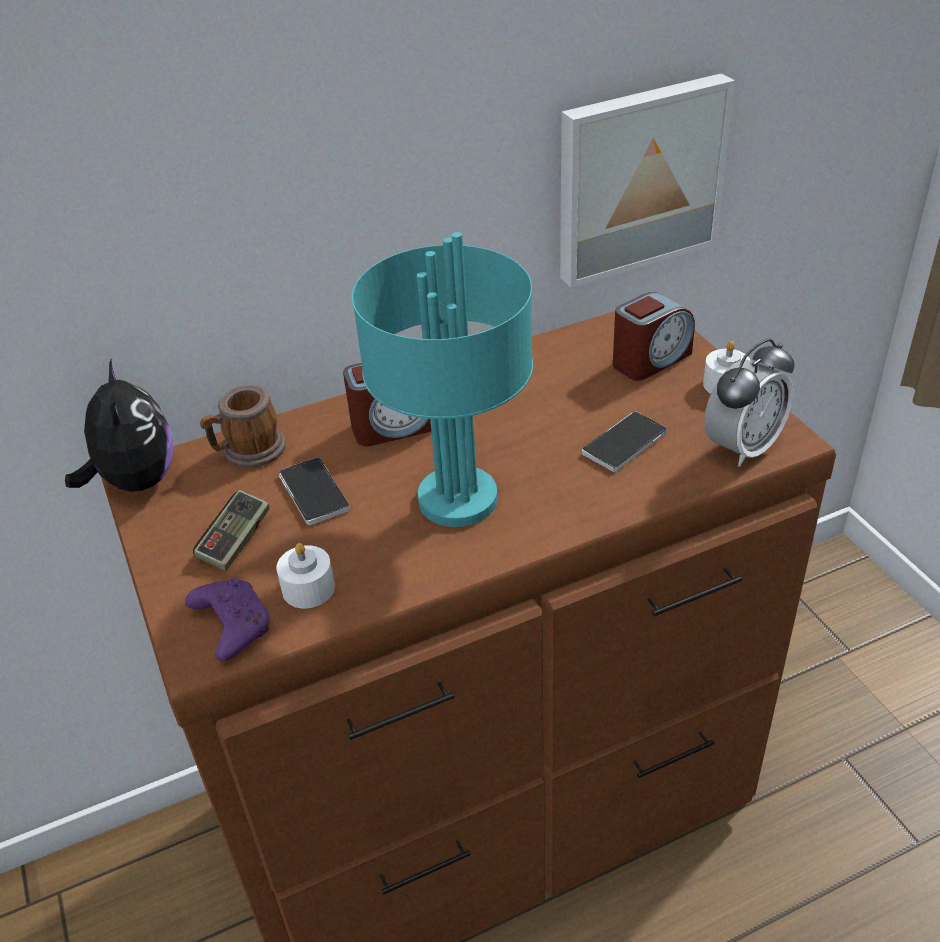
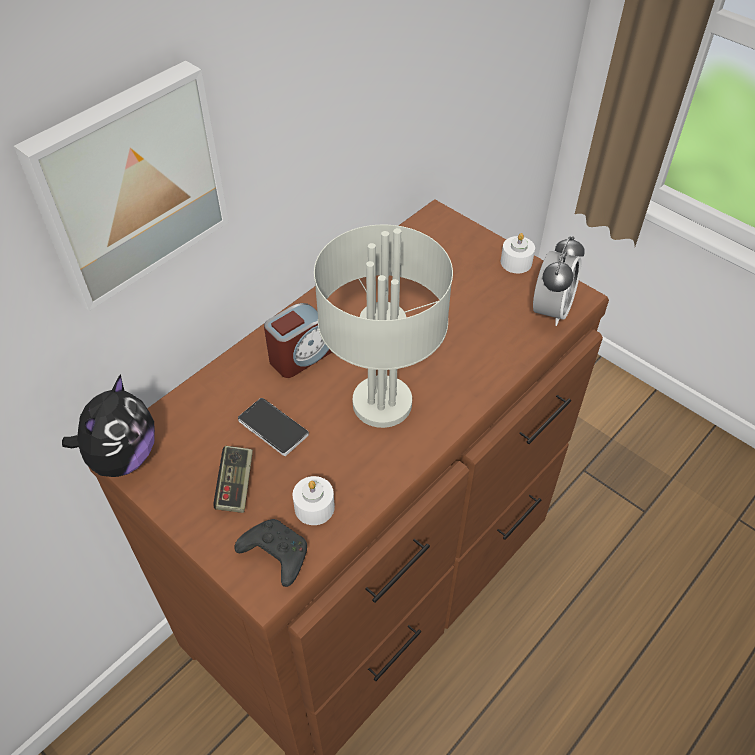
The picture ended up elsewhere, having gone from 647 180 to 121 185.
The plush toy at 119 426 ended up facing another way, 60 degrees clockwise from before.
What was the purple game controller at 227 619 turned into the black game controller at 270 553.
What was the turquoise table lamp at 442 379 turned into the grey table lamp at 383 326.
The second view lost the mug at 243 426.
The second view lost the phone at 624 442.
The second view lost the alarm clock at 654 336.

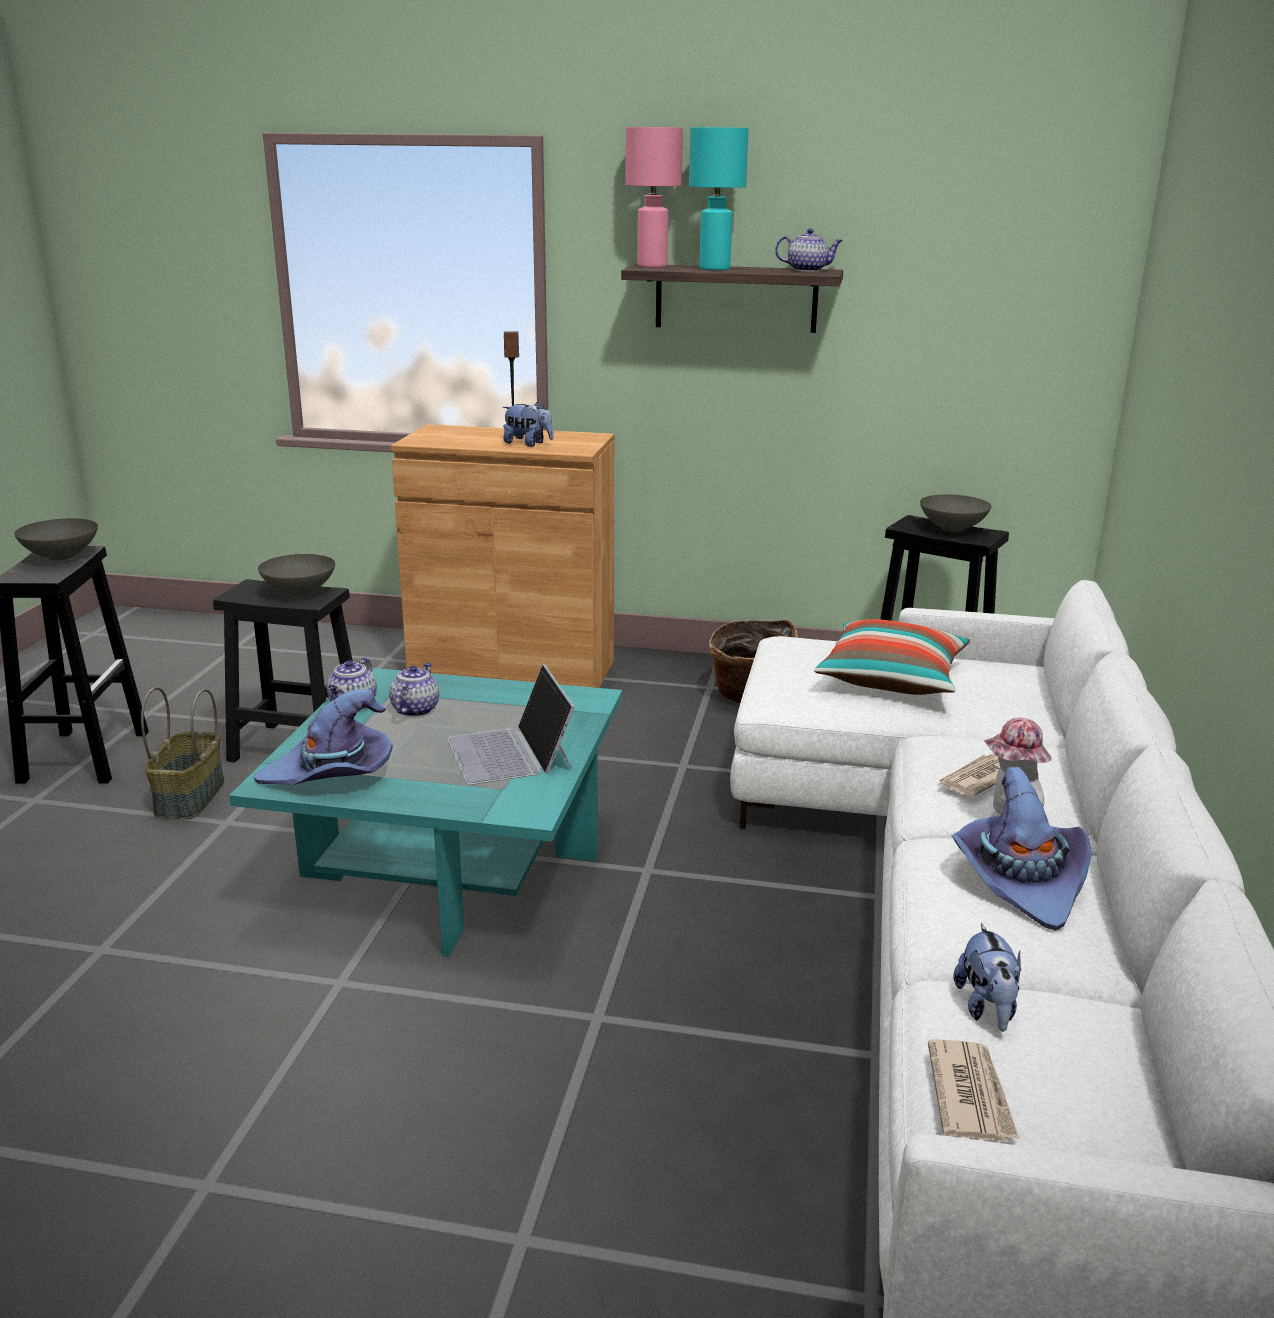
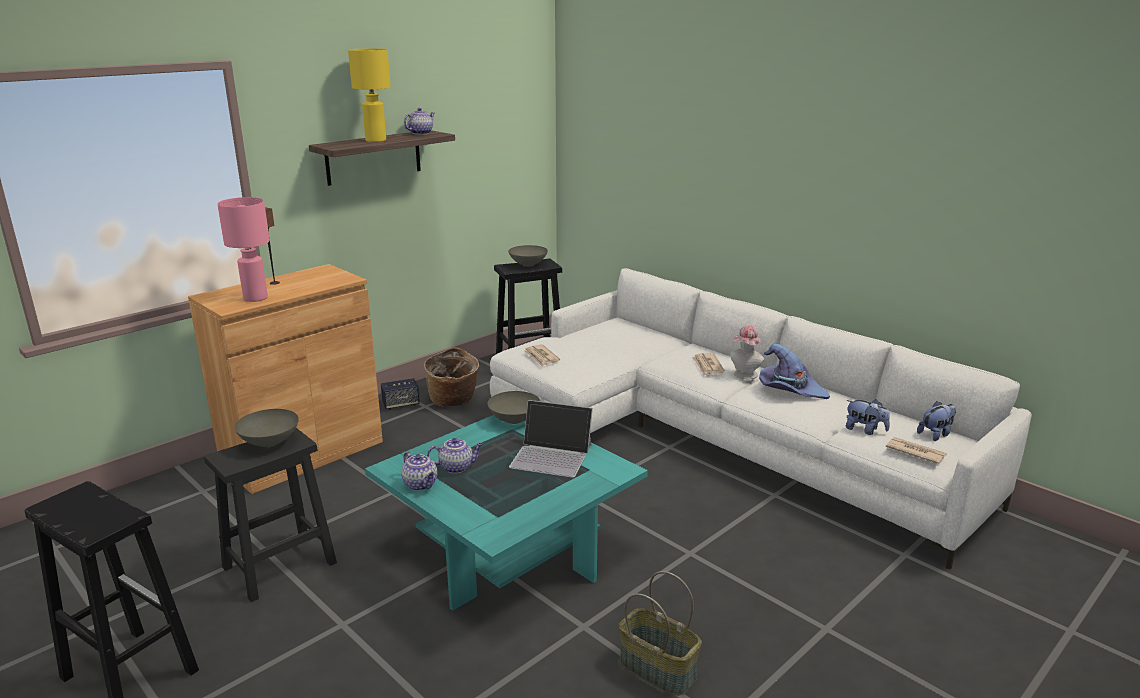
The pink table lamp ended up elsewhere, having gone from 654 197 to 243 249.
What was the turquoise table lamp at 719 198 turned into the yellow table lamp at 369 95.
The second view gained the speaker at 400 394.
The teapot at 414 690 ended up facing another way, 120 degrees clockwise from before.
The grey bowl ended up elsewhere, having gone from 56 539 to 513 407.
The second view gained the newspaper at 542 355.
The basket ended up elsewhere, having gone from 182 753 to 660 633.
The plush toy ended up elsewhere, having gone from 528 424 to 936 421.
The second view lost the purple hat at 323 737.
The second view lost the pillow at 892 657.

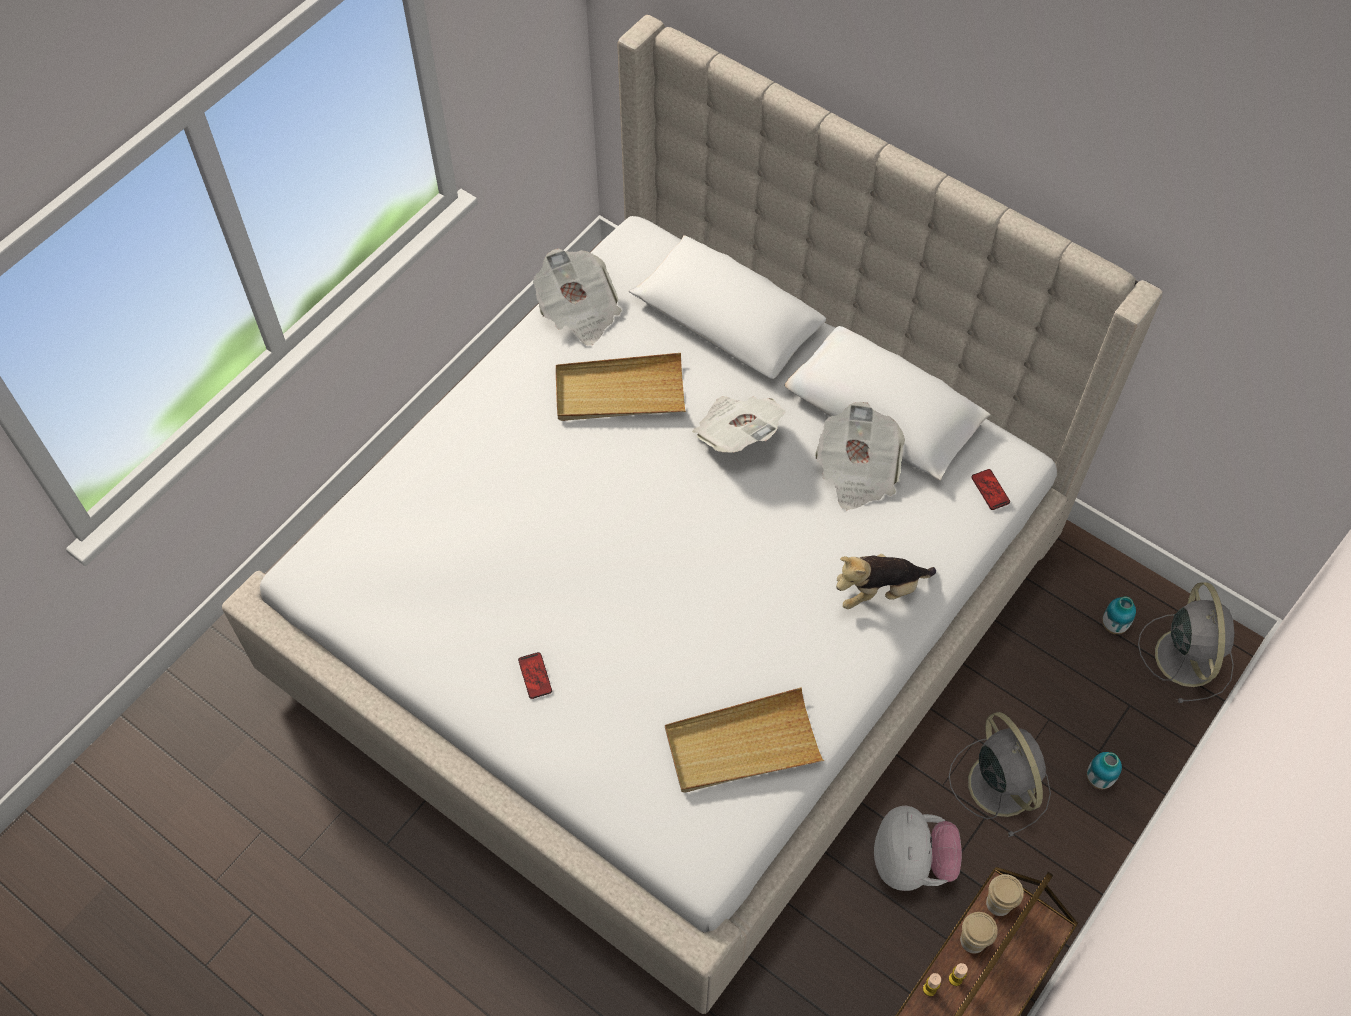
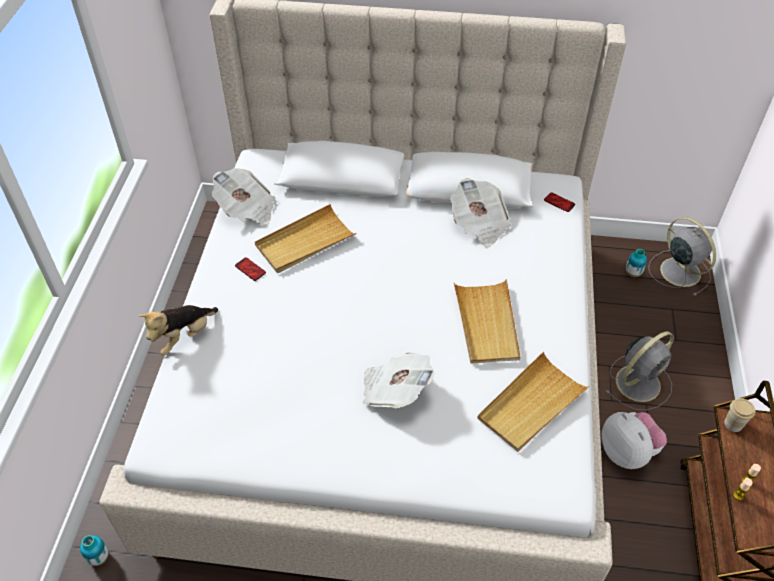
The vase ended up elsewhere, having gone from 1104 770 to 94 550.
The plush toy ended up elsewhere, having gone from 886 581 to 179 330.
The phone ended up elsewhere, having gone from 535 675 to 250 269.
The newspaper ended up elsewhere, having gone from 738 424 to 398 380.
The second view gained the beige tray at 487 321.
The grey fan at 1000 774 ended up facing another way, 105 degrees clockwise from before.
The second view lost the cup at 979 933.

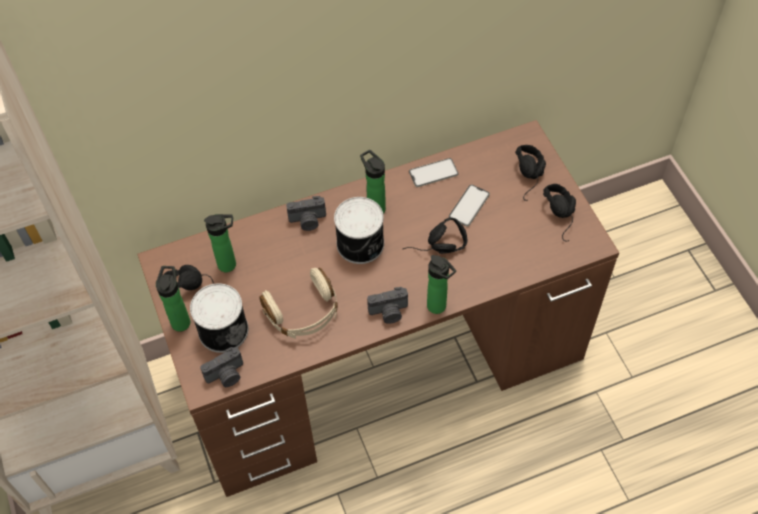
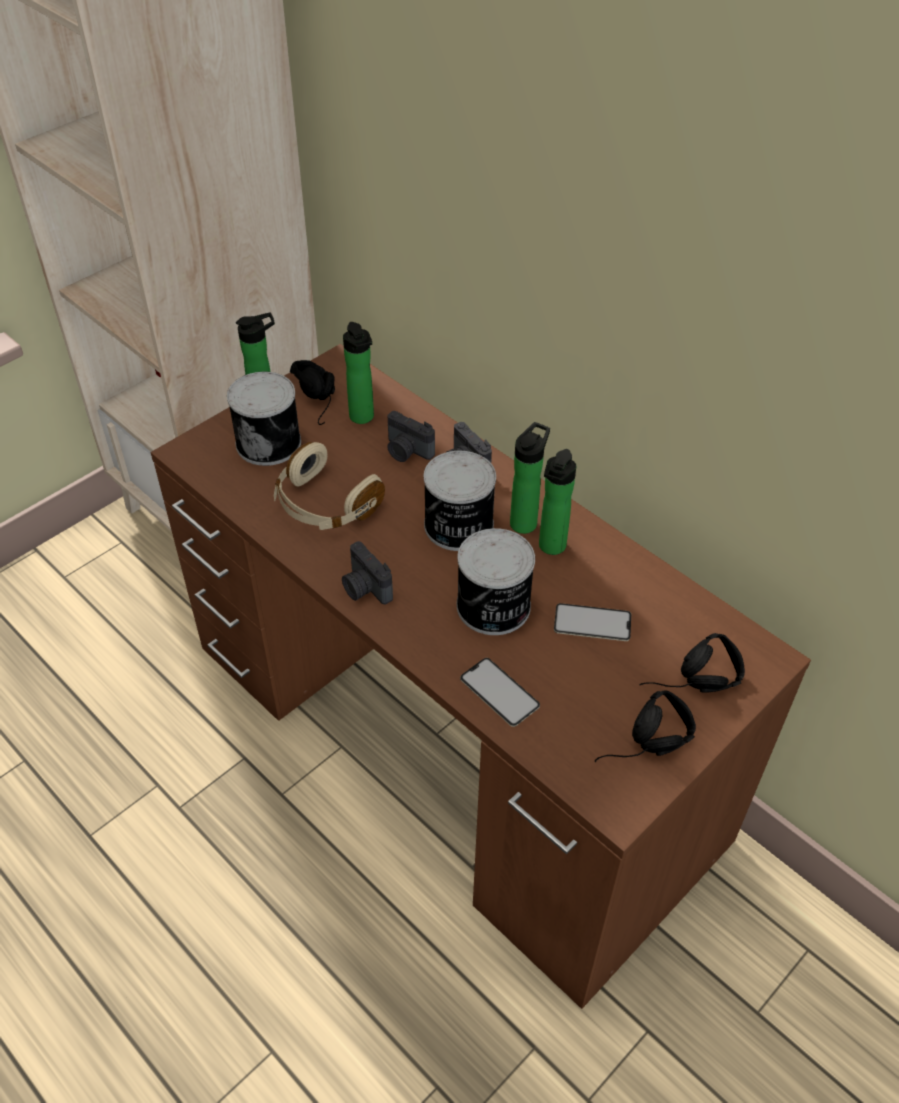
The photo camera ended up elsewhere, having gone from 221 367 to 411 436.
Where the black headphones stood at 435 236, the can came to stand at 496 581.
The phone ended up elsewhere, having gone from 434 172 to 500 692.
The bottle ended up elsewhere, having gone from 441 284 to 557 502.

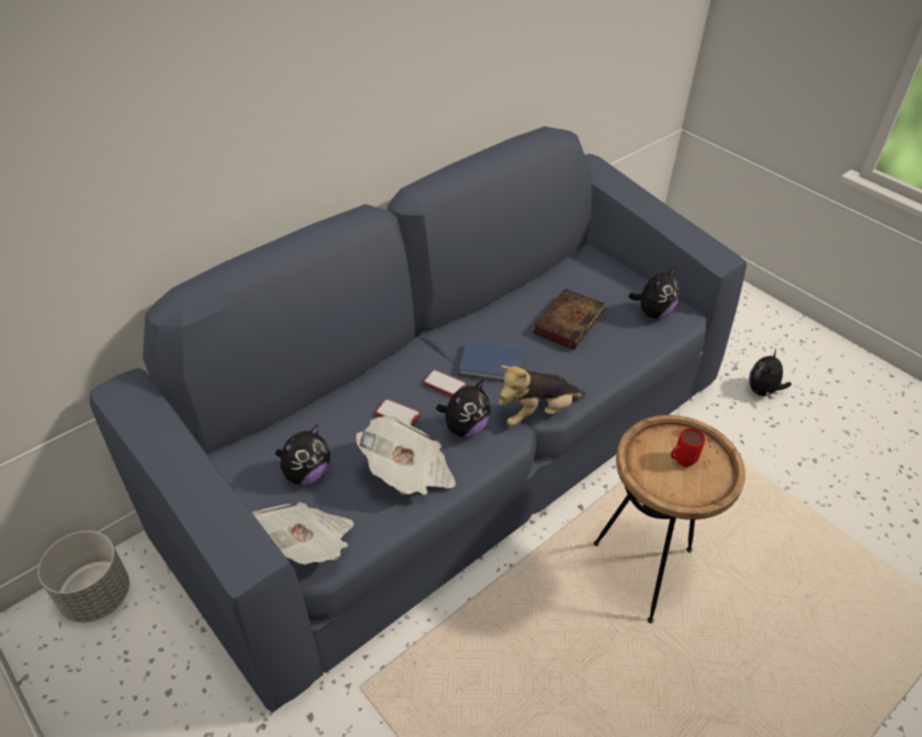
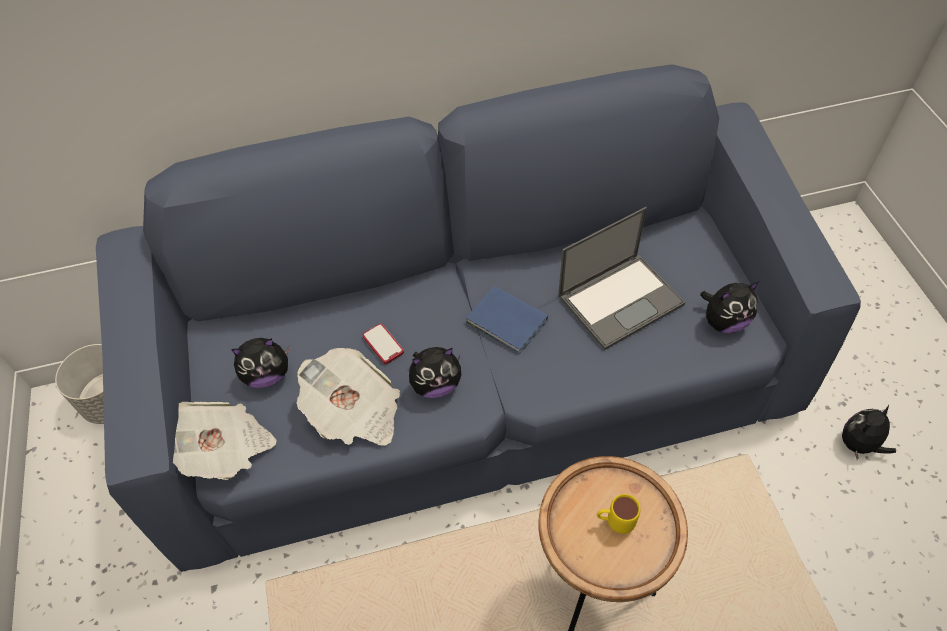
Where the book stood at 569 319, the laptop came to stand at 621 278.
What was the red mug at 688 447 turned into the yellow mug at 619 514.
The second view lost the phone at 445 383.
The second view lost the plush toy at 542 395.

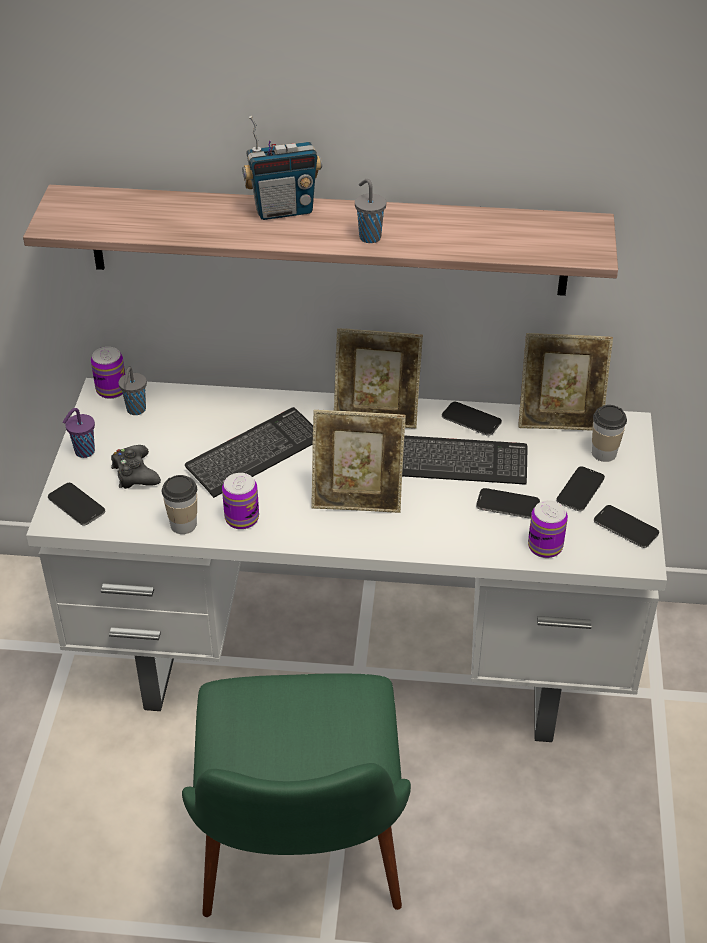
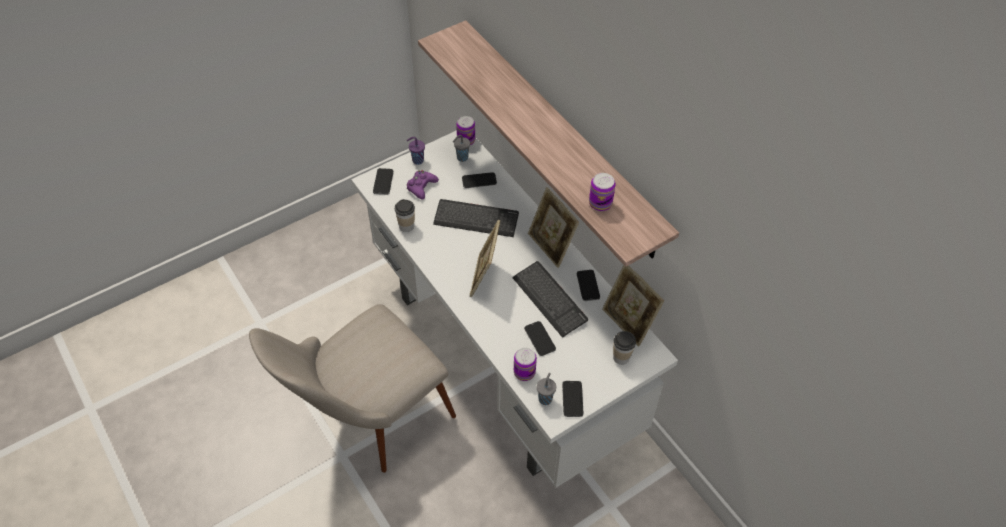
What was the green chair at 296 795 turned into the beige chair at 352 388.
What was the black game controller at 136 467 turned into the purple game controller at 423 185.
The phone ended up elsewhere, having gone from 580 488 to 479 180.
The picture frame at 359 461 ended up facing another way, 45 degrees clockwise from before.
The grey cup ended up elsewhere, having gone from 371 211 to 546 389.
The can ended up elsewhere, having gone from 240 501 to 602 192.
The second view lost the radio at 282 168.

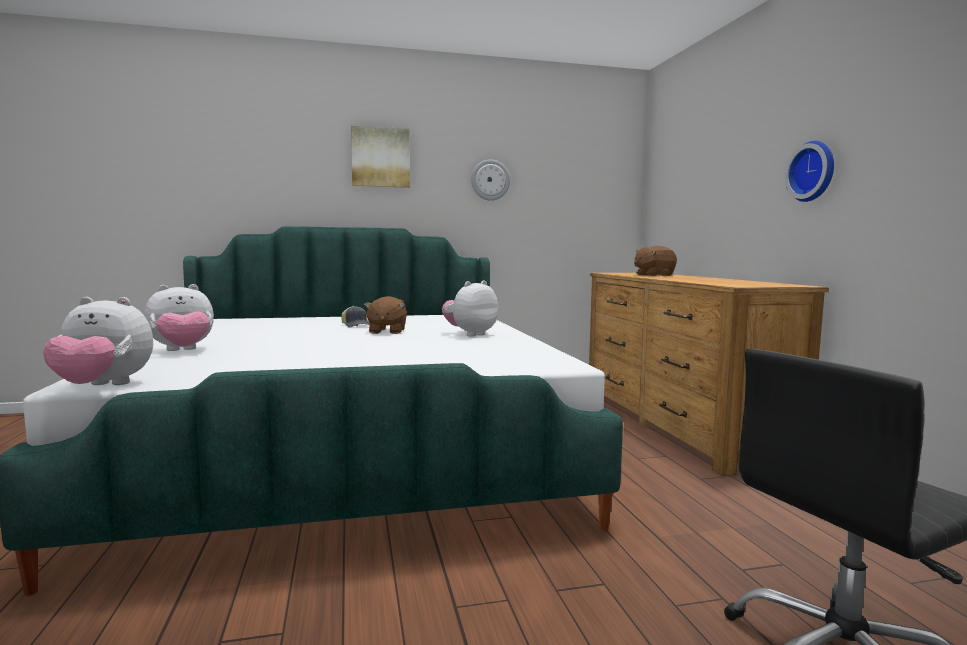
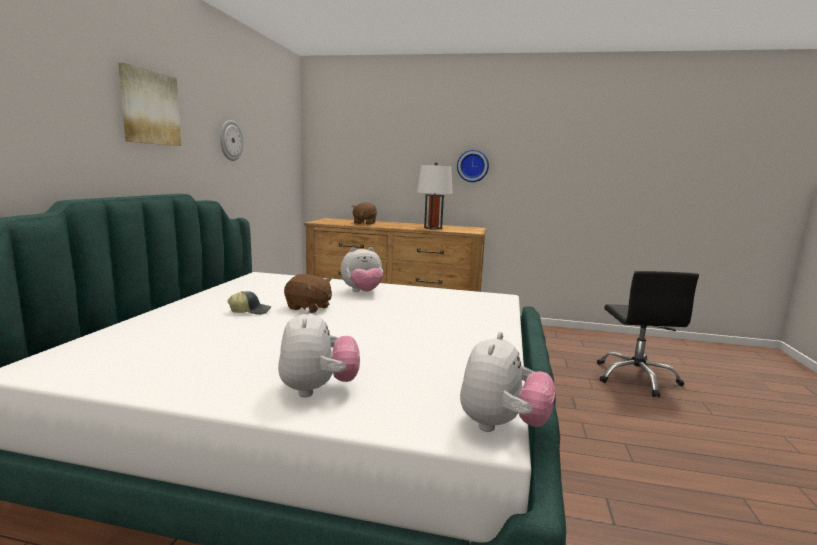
The plush toy at 470 308 ended up facing another way, 90 degrees counterclockwise from before.
The second view gained the white table lamp at 435 195.

